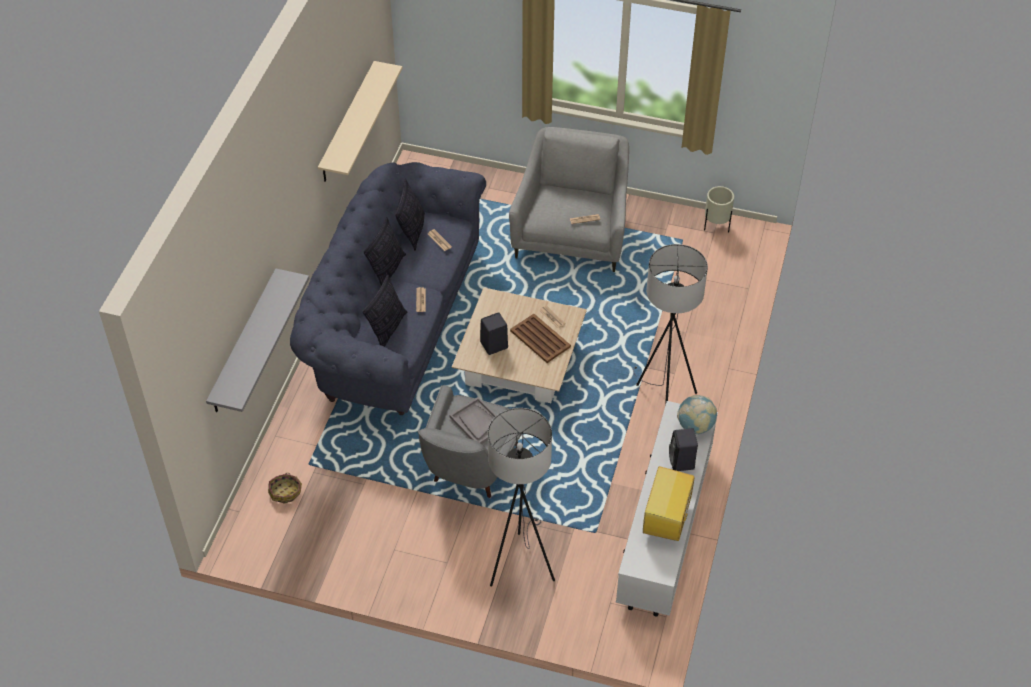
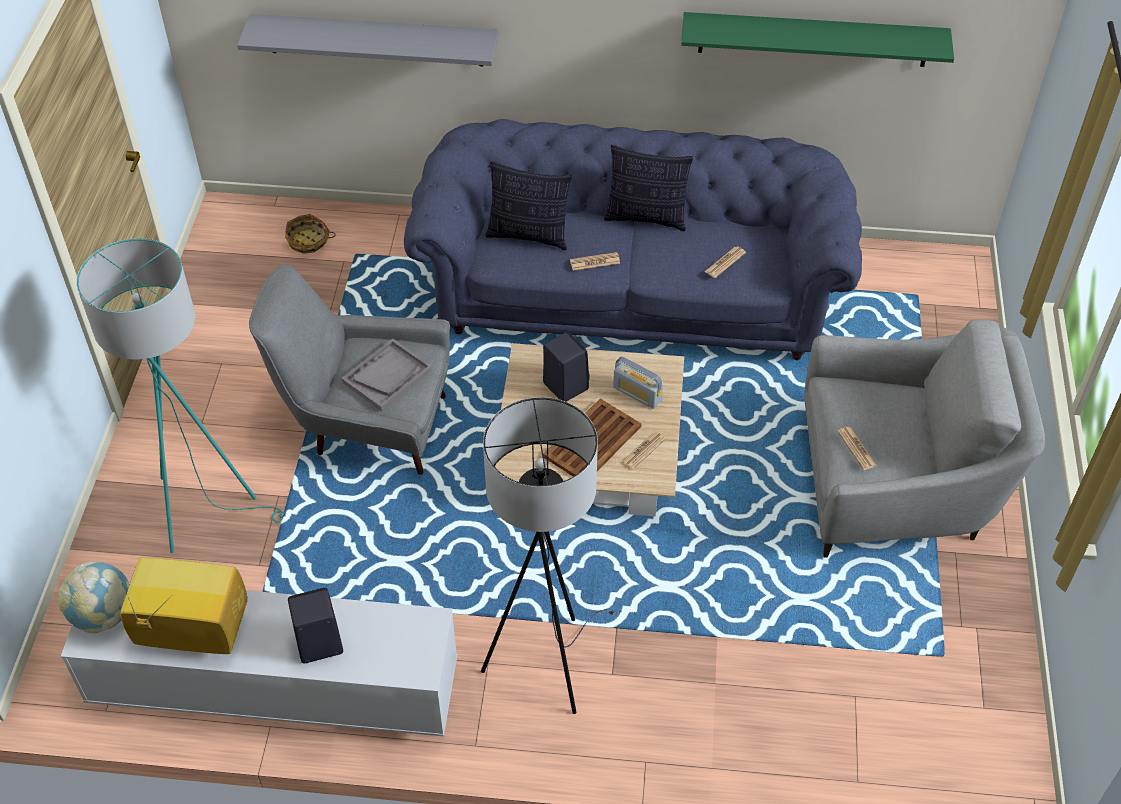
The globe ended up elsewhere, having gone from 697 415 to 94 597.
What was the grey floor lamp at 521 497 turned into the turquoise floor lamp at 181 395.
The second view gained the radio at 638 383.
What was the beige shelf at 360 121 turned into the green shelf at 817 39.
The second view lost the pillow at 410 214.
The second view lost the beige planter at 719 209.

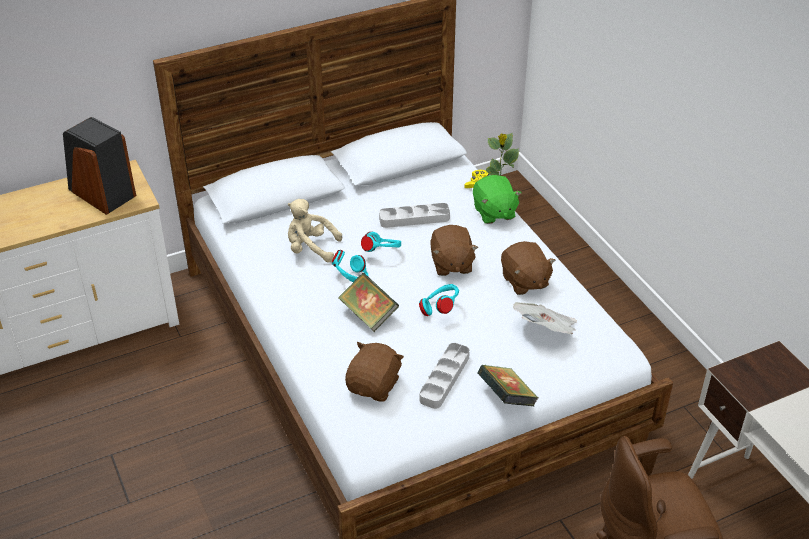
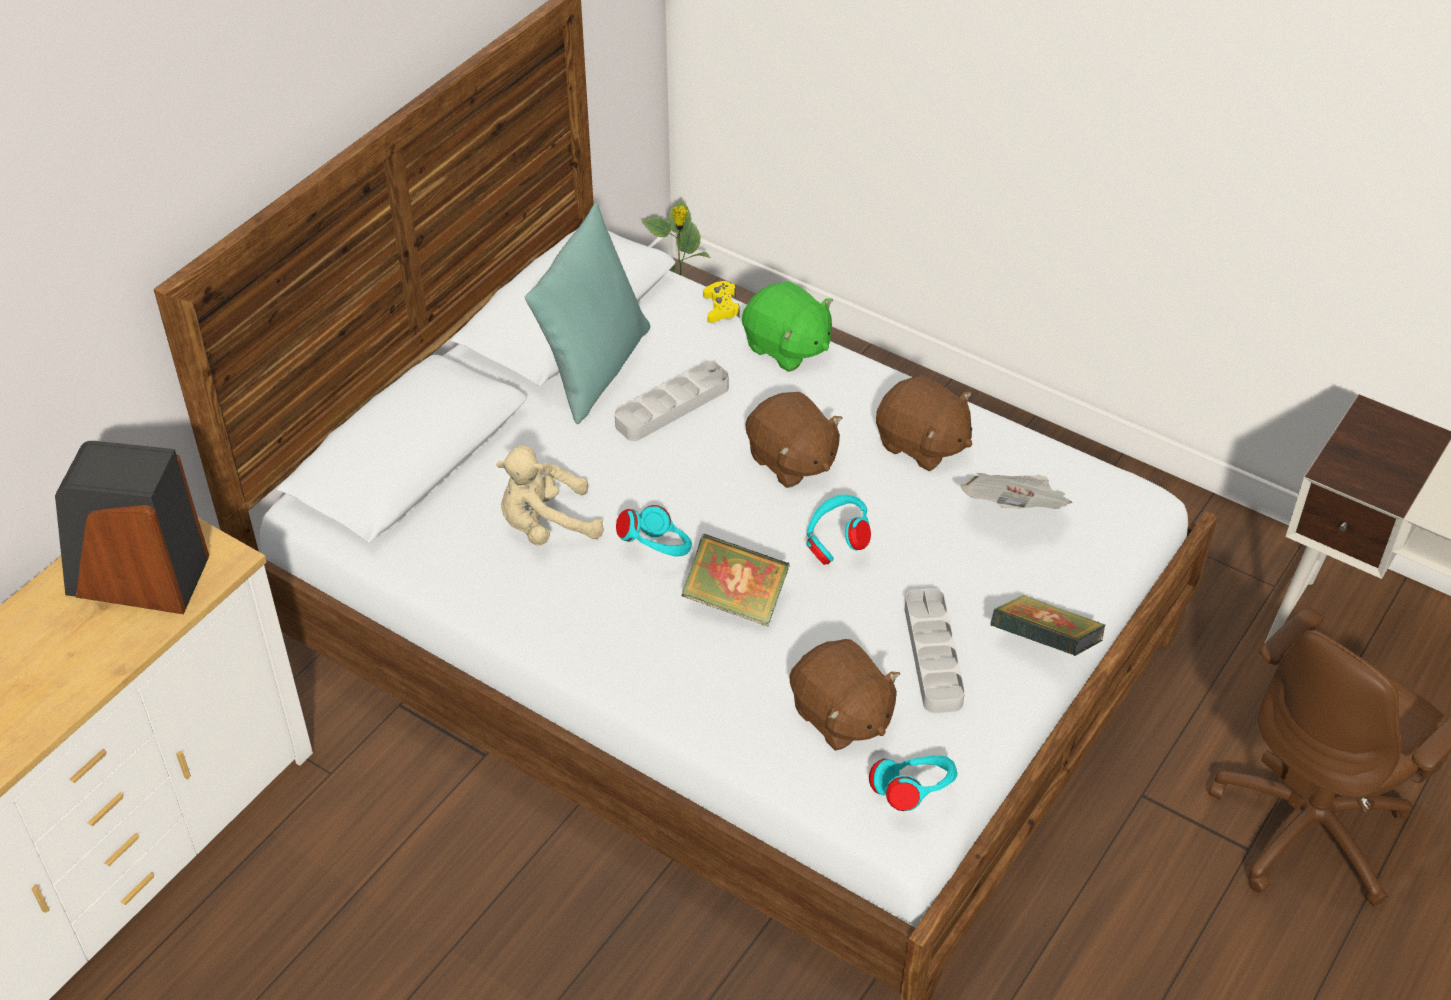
The second view gained the turquoise pillow at 587 313.
The brown plush toy at 374 372 ended up facing another way, 150 degrees clockwise from before.
The turquoise headphones ended up elsewhere, having gone from 381 242 to 913 783.

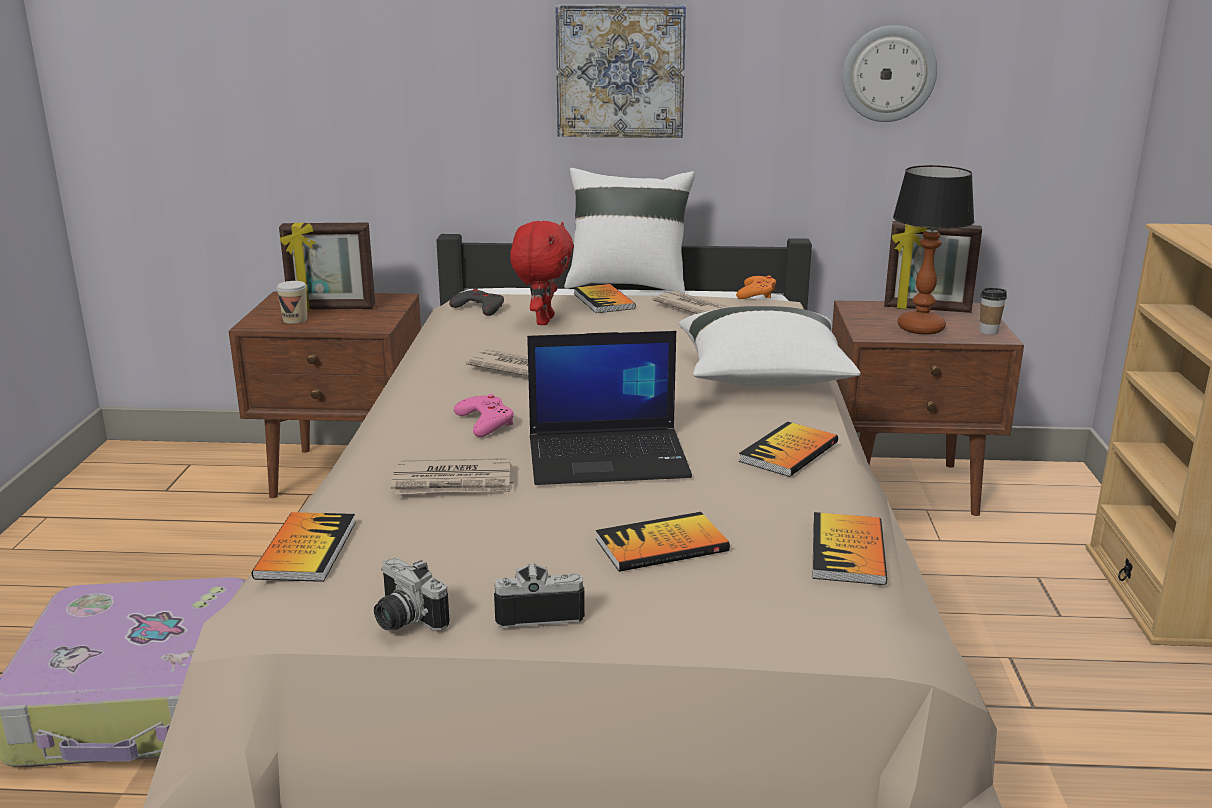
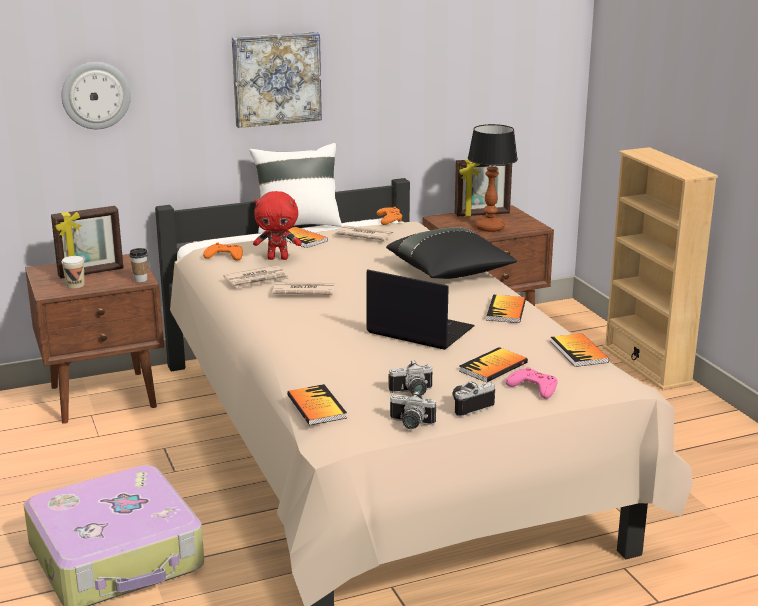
The wall clock ended up elsewhere, having gone from 889 73 to 96 95.
The cup ended up elsewhere, having gone from 993 311 to 138 265.
What was the grey game controller at 476 302 turned into the orange game controller at 223 251.
The newspaper ended up elsewhere, having gone from 452 476 to 256 276.
The red plush toy at 542 273 ended up facing another way, 105 degrees clockwise from before.
The laptop at 609 408 ended up facing another way, 120 degrees counterclockwise from before.
What was the white pillow at 770 346 turned into the black pillow at 451 253.
The second view gained the photo camera at 410 377.
The pink game controller ended up elsewhere, having gone from 484 415 to 532 383.

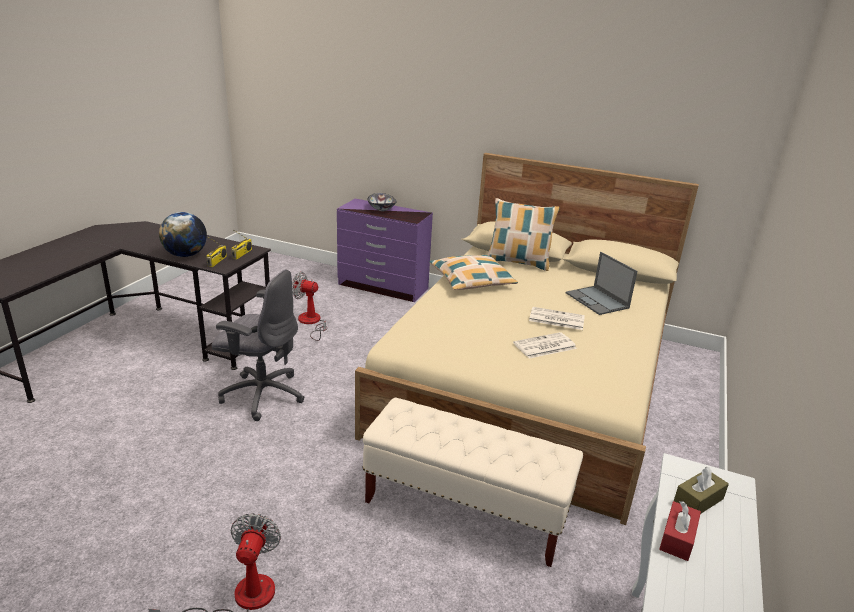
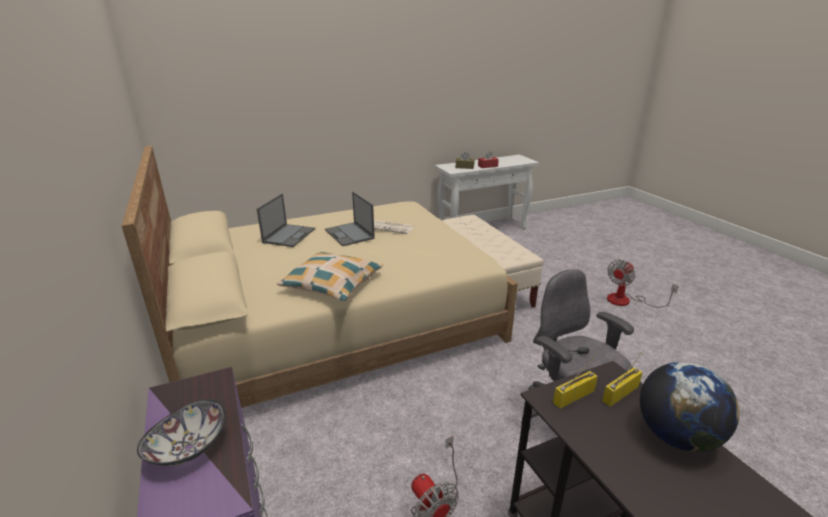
Where the newspaper stood at 557 318, the laptop came to stand at 350 219.
The second view lost the pillow at 524 234.

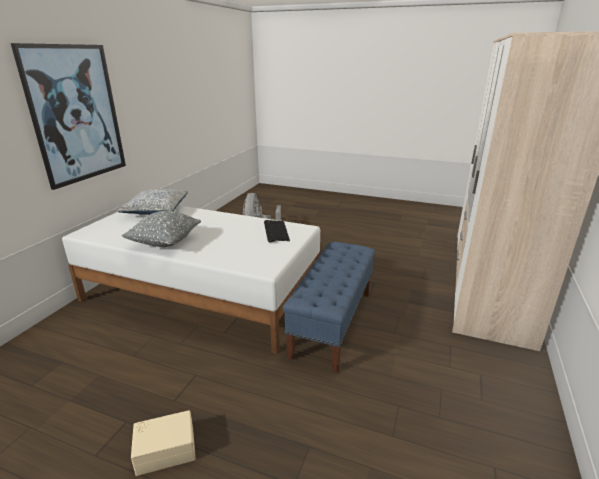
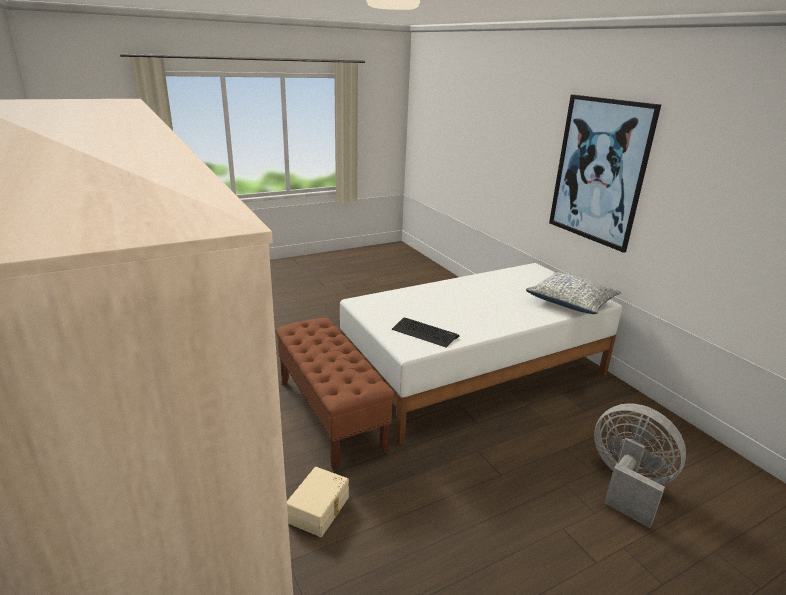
What was the blue bench at 329 307 turned into the brown bench at 335 394.
The beige storage box ended up elsewhere, having gone from 163 443 to 318 502.
The second view lost the grey pillow at 161 229.

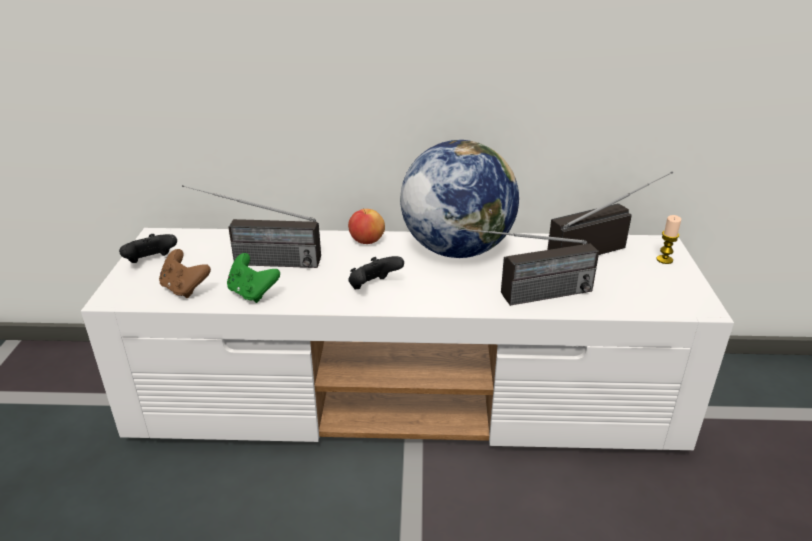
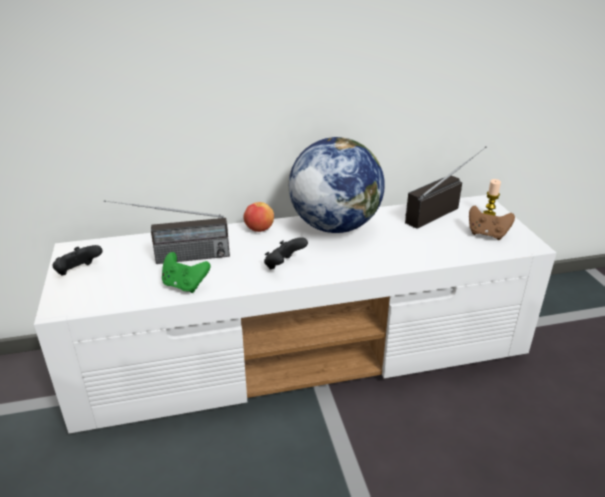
The brown game controller ended up elsewhere, having gone from 185 273 to 492 223.
The second view lost the radio at 528 267.

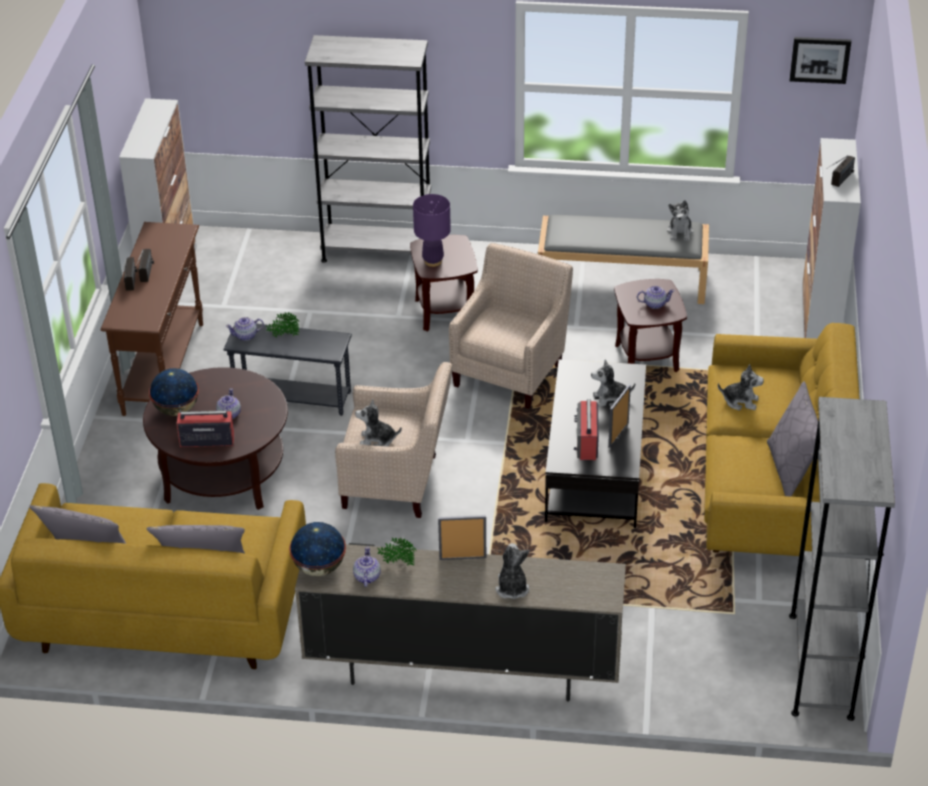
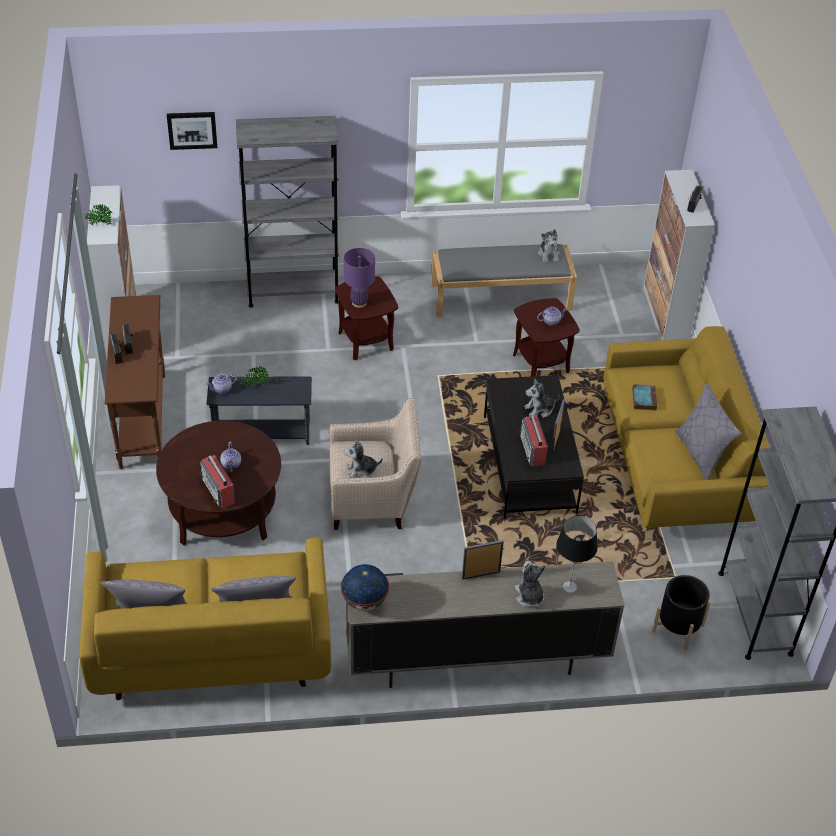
The potted plant ended up elsewhere, having gone from 397 552 to 97 214.
The picture ended up elsewhere, having gone from 820 60 to 192 131.
The radio at 205 426 ended up facing another way, 105 degrees counterclockwise from before.
The second view gained the table lamp at 577 554.
Where the plush toy stood at 741 387, the book came to stand at 644 397.
The second view gained the black planter at 681 612.
The second view lost the globe at 174 392.
The second view lost the teapot at 367 567.
The second view lost the beige armchair at 511 326.

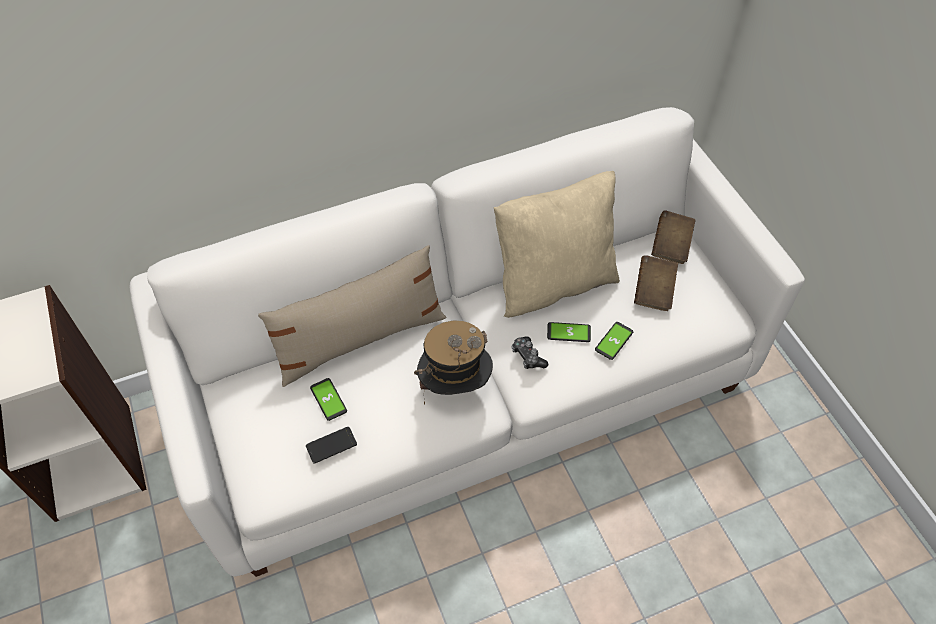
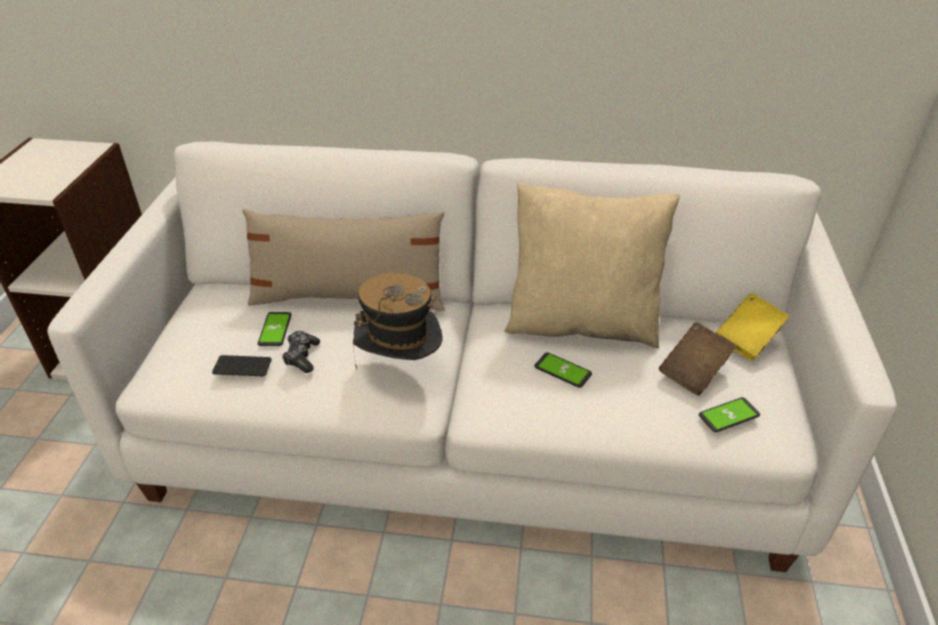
The game controller ended up elsewhere, having gone from 530 352 to 301 352.
The phone ended up elsewhere, having gone from 614 341 to 729 414.
What was the brown book at 673 237 turned into the yellow book at 752 327.

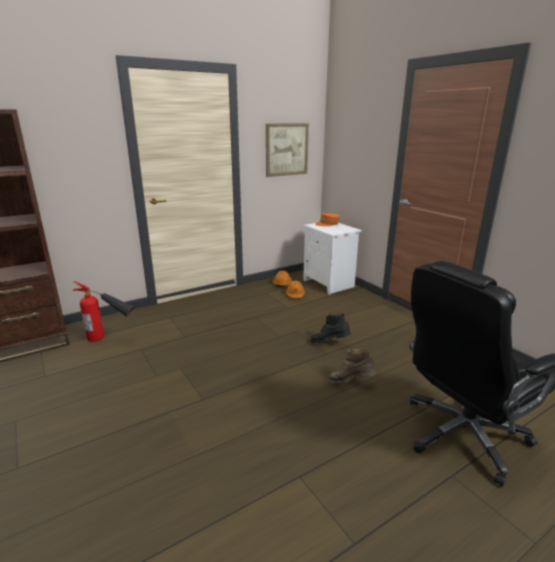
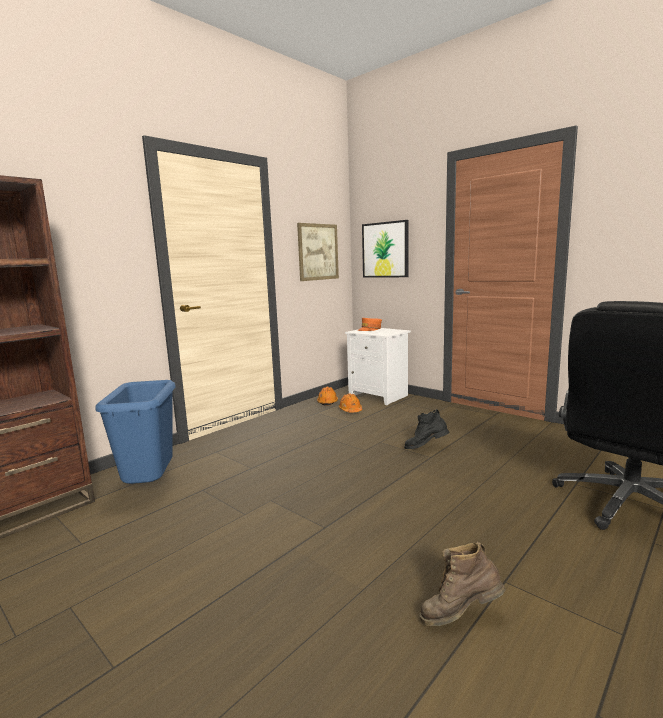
Where the fire extinguisher stood at 103 311, the blue trash can came to stand at 135 432.
The second view gained the picture at 385 249.
The brown boot ended up elsewhere, having gone from 352 366 to 462 584.

